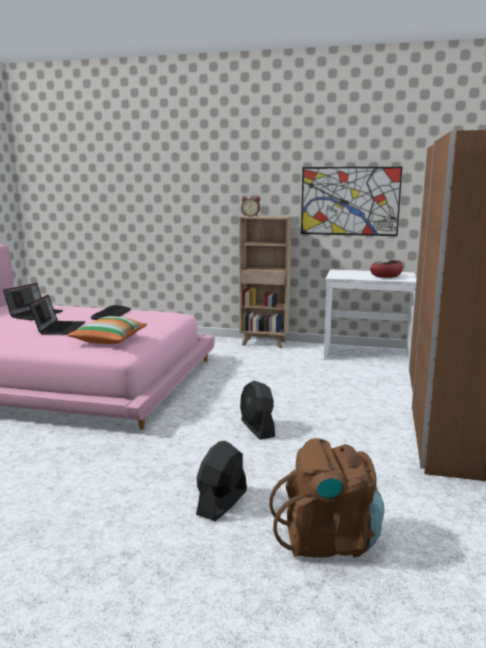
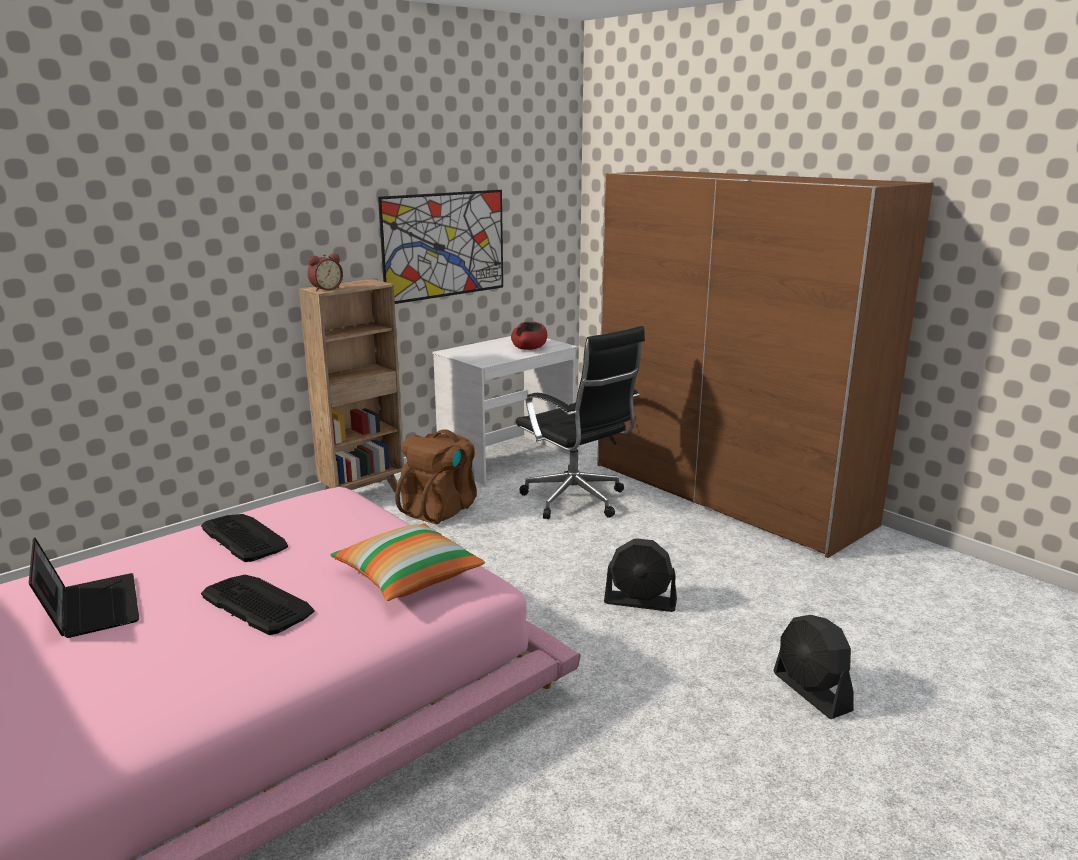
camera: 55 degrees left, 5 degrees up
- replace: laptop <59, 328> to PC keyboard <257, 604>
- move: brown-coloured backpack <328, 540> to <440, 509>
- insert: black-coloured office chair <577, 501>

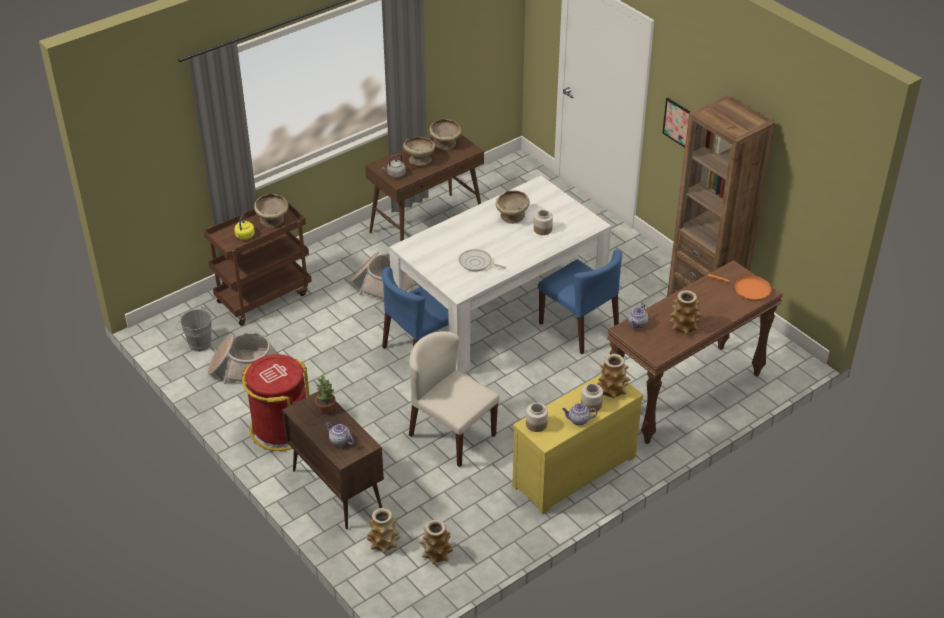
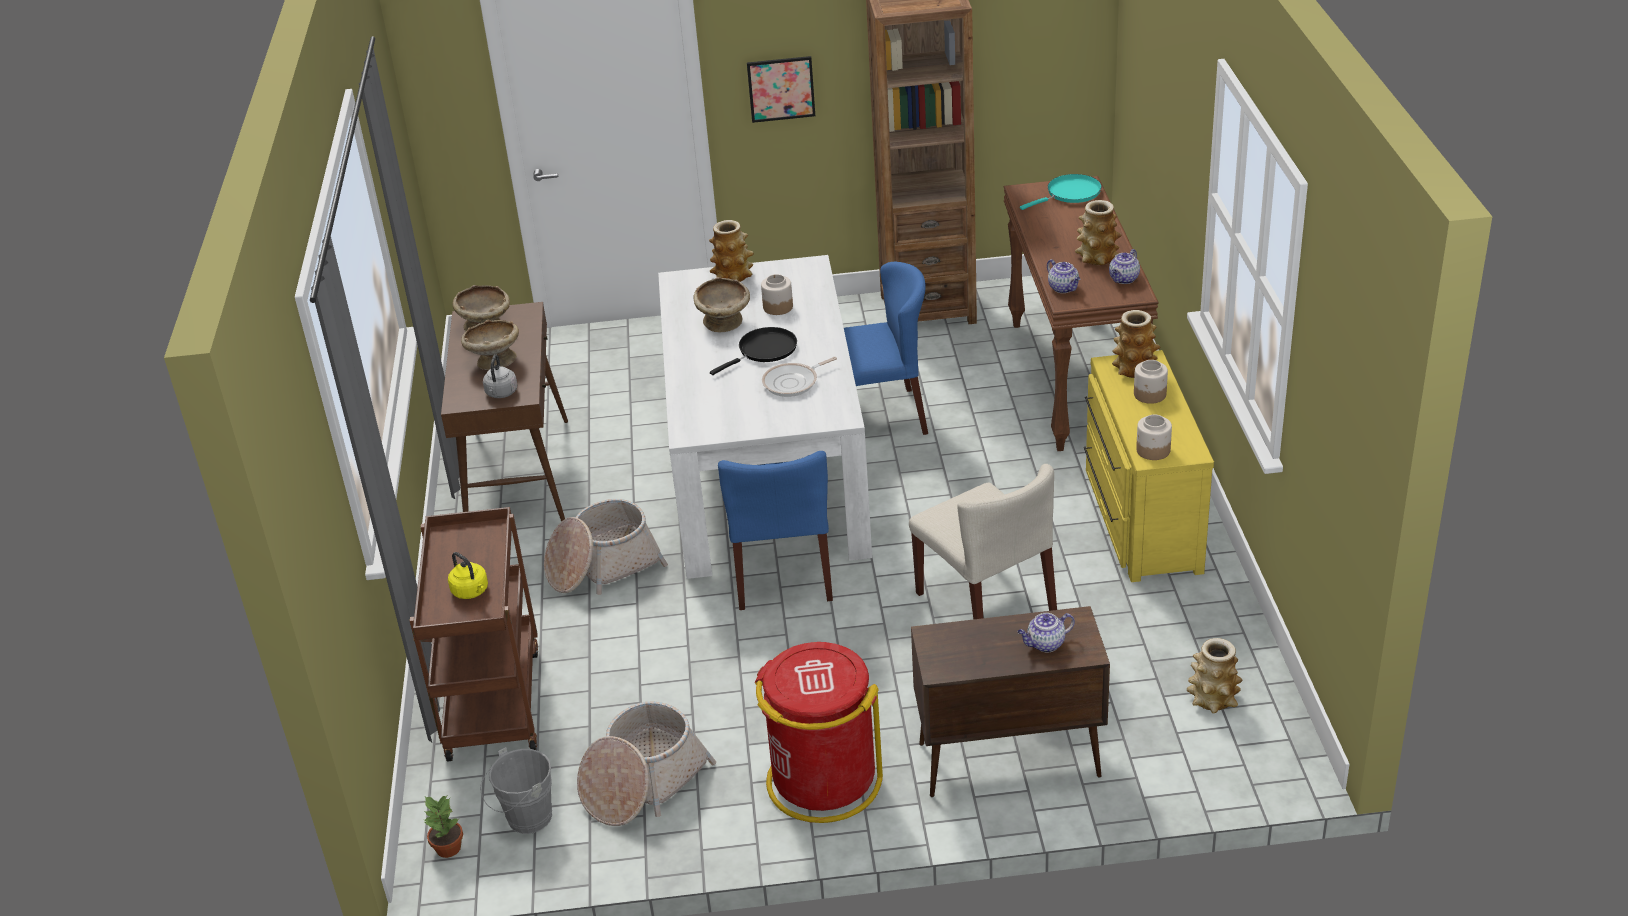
camera: 55 degrees left, 5 degrees down
- delete: beige-coloured bowl <273, 221>
- move: plant in a pot <326, 407> to <447, 848>
- move: vase <384, 543> to <733, 276>
- rotate: beige-coloured upright chair <451, 435> = <986, 604> 105 degrees counterclockwise
- move: teapot <578, 420> to <1124, 279>
- recolor: orange-coloured frying pan <748, 289> to turquoise-coloured frying pan <1070, 194>
- insert: black-coloured frying pan <764, 351>

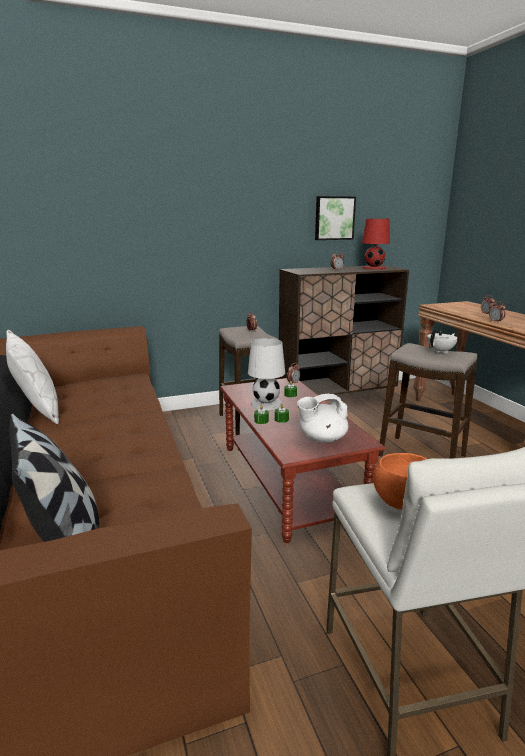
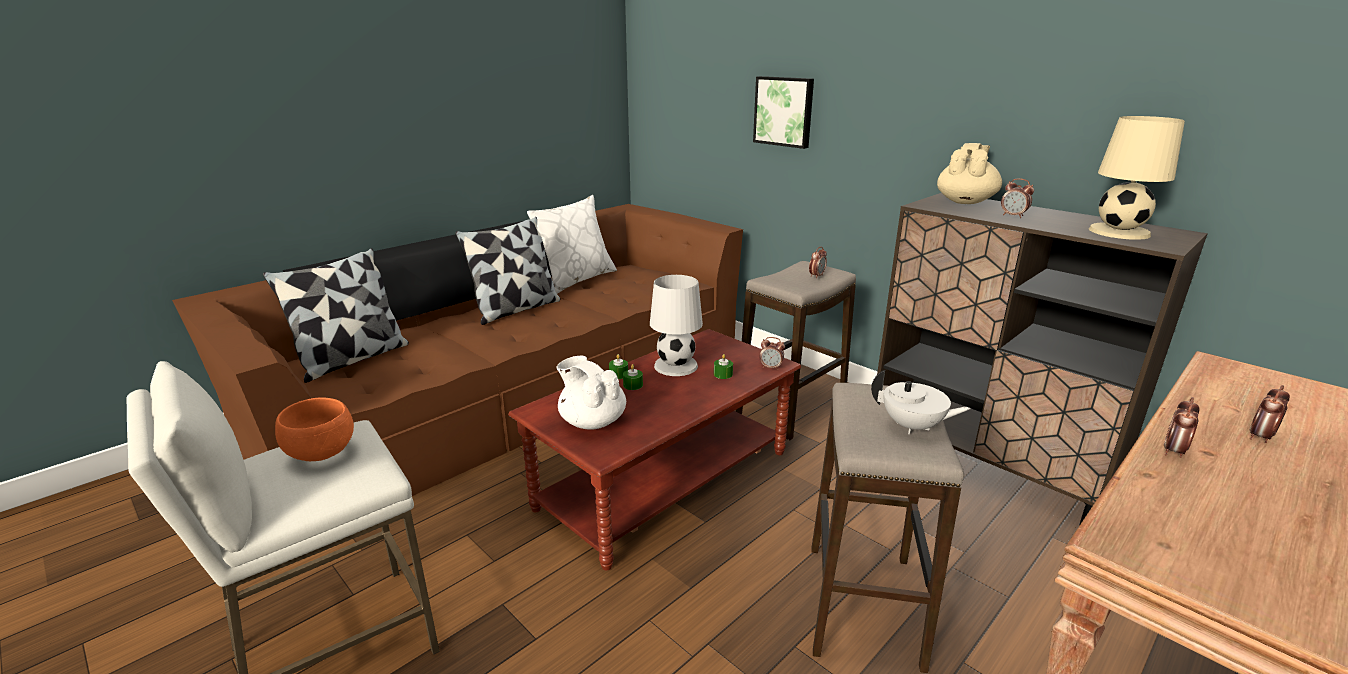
camera: 65 degrees right, 5 degrees up
- move: wall picture <334, 218> to <784, 111>
- recolor: red lamp for a table <373, 268> to beige-coloured lamp for a table <1118, 232>
- insert: pillow <516, 309>
- insert: beige-coloured teapot <965, 202>

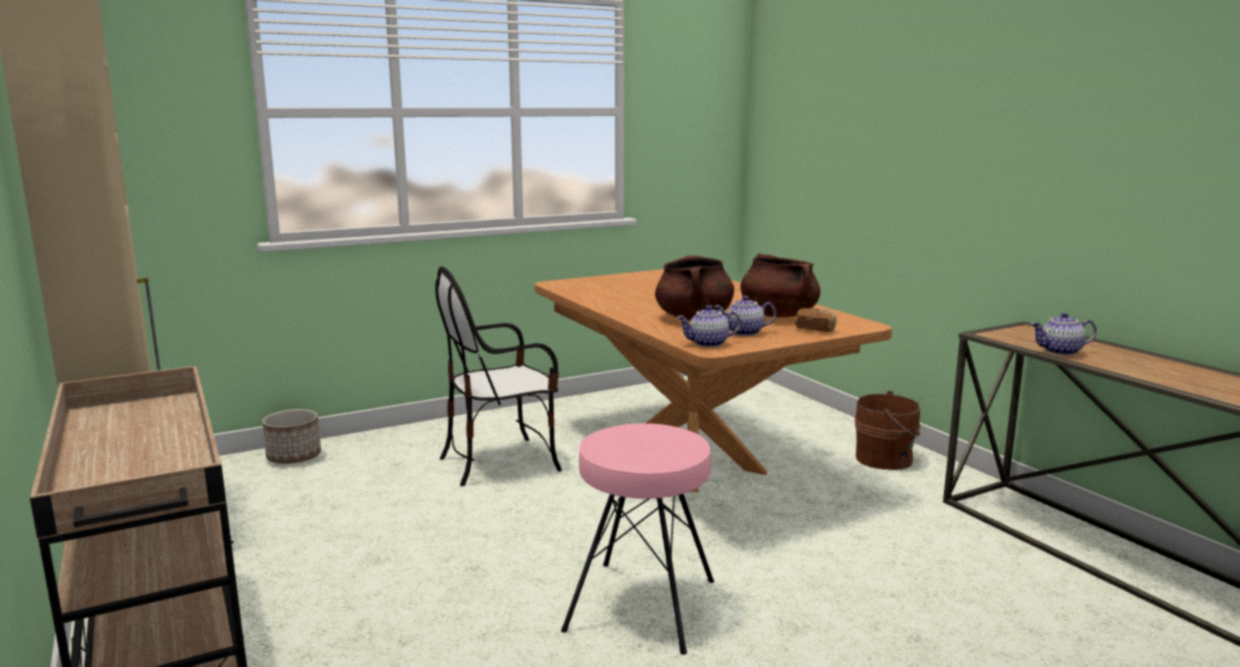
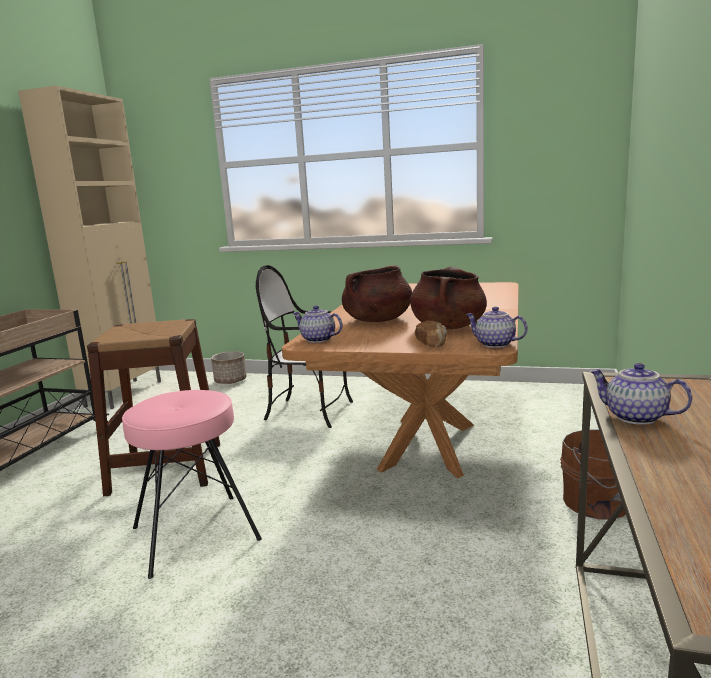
camera: 45 degrees right, 0 degrees up
- move: teapot <744, 333> to <494, 344>
- insert: brown-coloured sitting stool <166, 467>

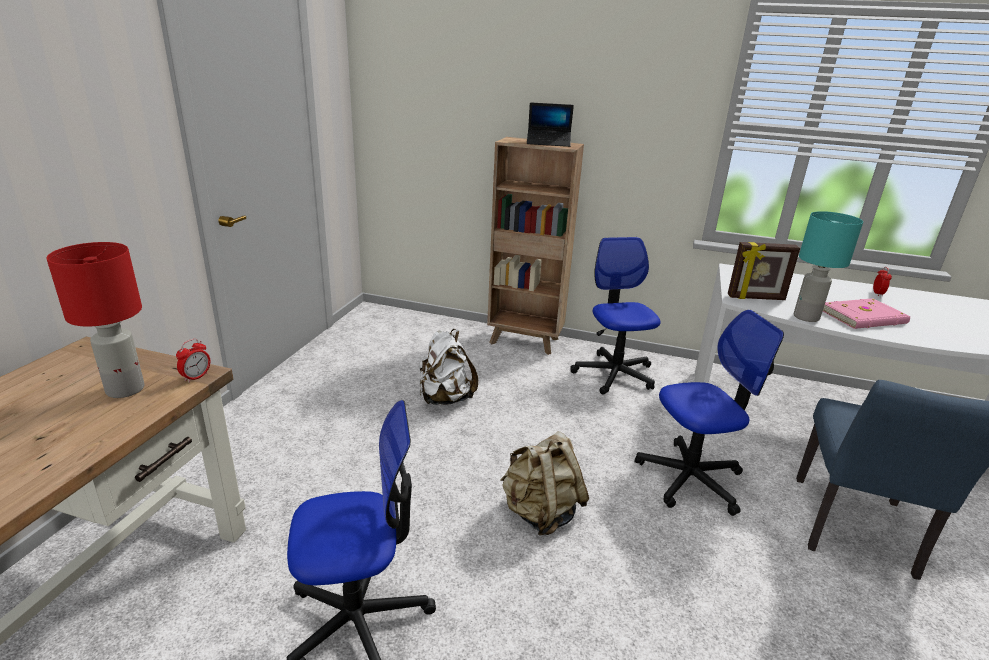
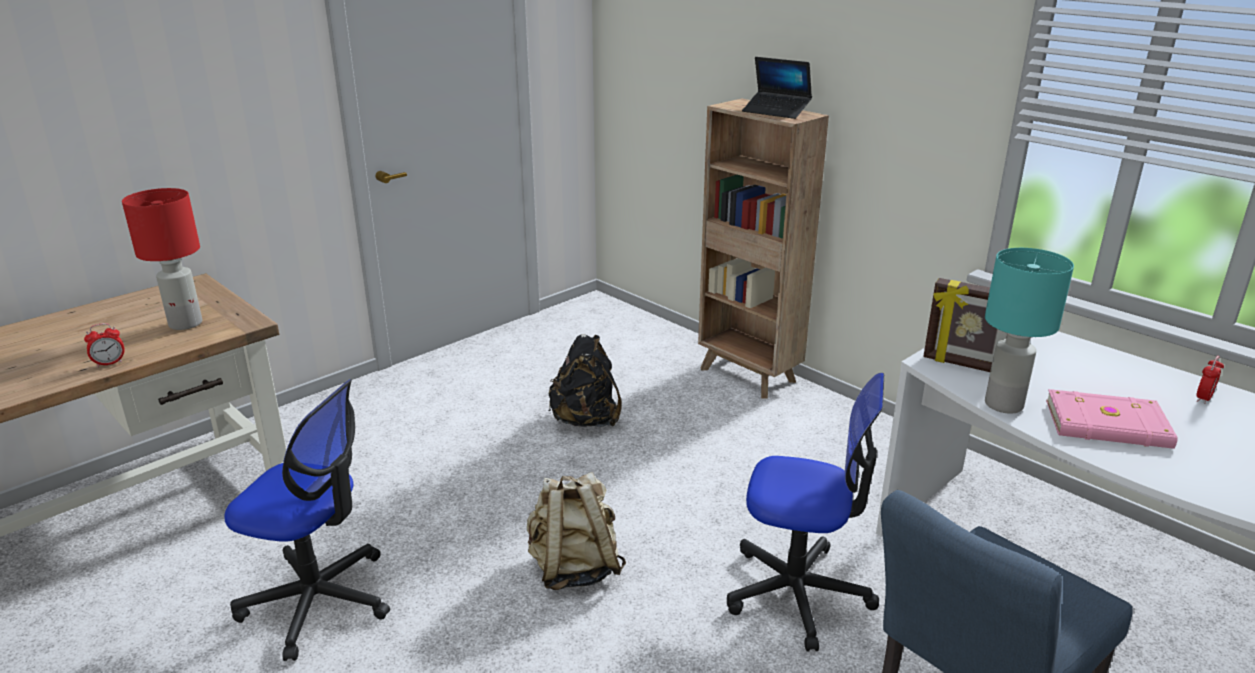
camera: 30 degrees right, 0 degrees up
- move: table clock <196, 377> to <109, 363>
- recolor: white-coloured backpack <445, 398> to black-coloured backpack <586, 420>
- delete: office chair <614, 374>

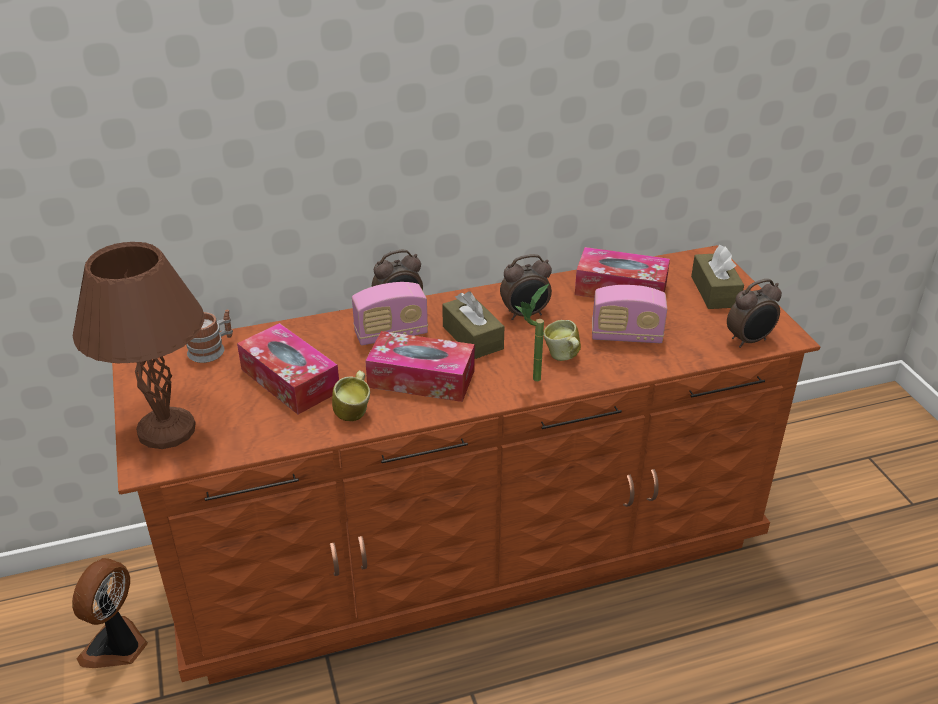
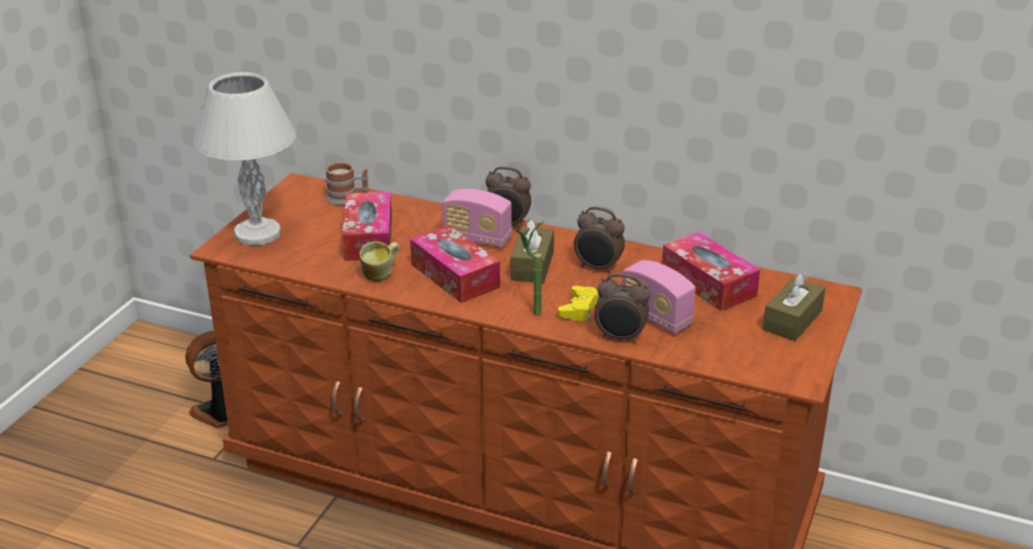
camera: 40 degrees right, 5 degrees down
- recolor: brown-coloured lamp for a table <164, 430> to white-coloured lamp for a table <256, 233>
- replace: tea mug <562, 358> to yellow joypad <579, 309>
- move: table clock <749, 341> to <620, 338>

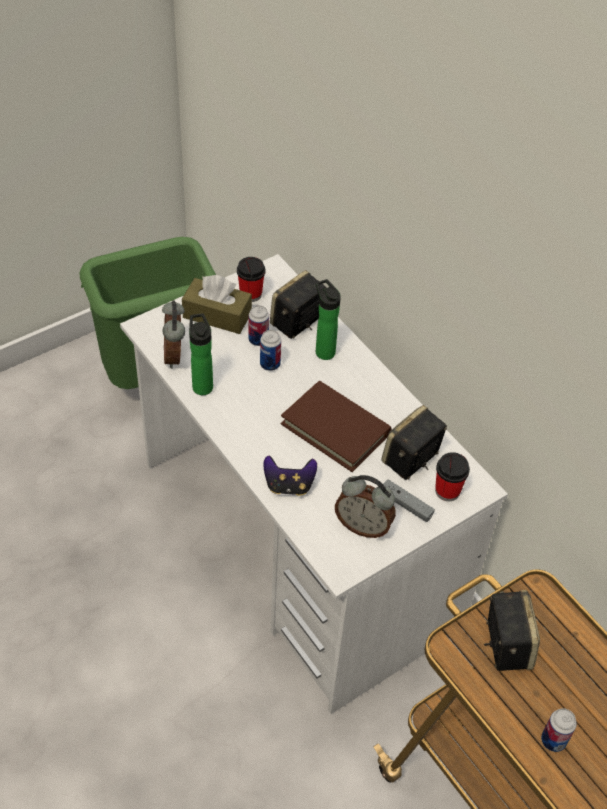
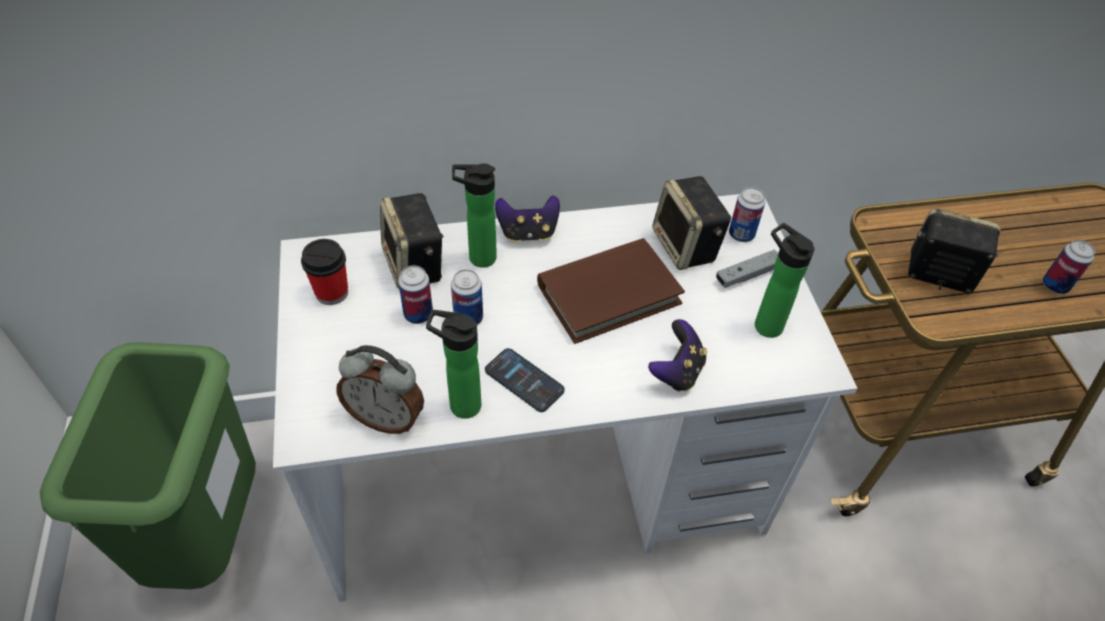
camera: 65 degrees left, 0 degrees up
- delete: brown-coloured box of tissues <217, 315>
- replace: table clock <363, 526> to drink bottle <764, 324>
- replace: drinking cup <447, 491> to can <741, 234>
- insert: telephone <524, 380>
- insert: joypad <528, 233>

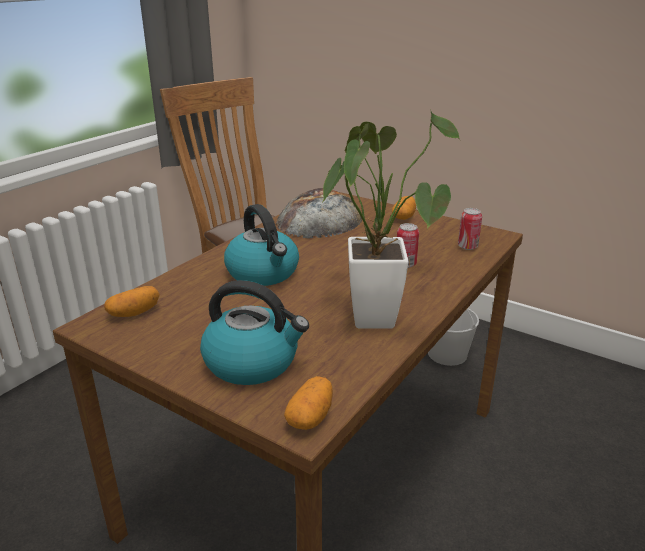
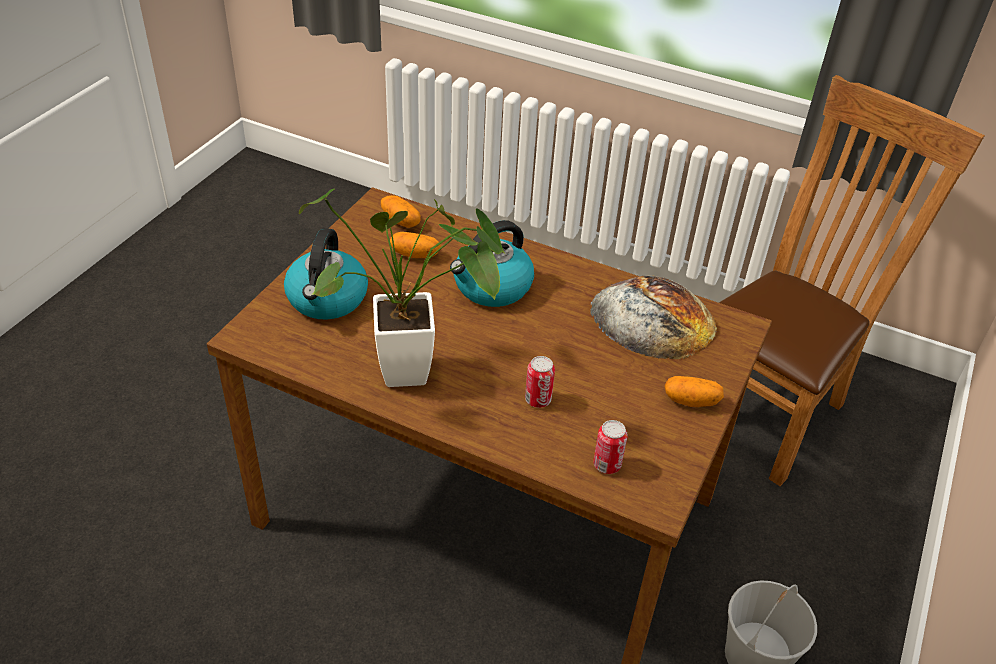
camera: 80 degrees right, 15 degrees up
- move: whole potato <310, 417> to <415, 254>

